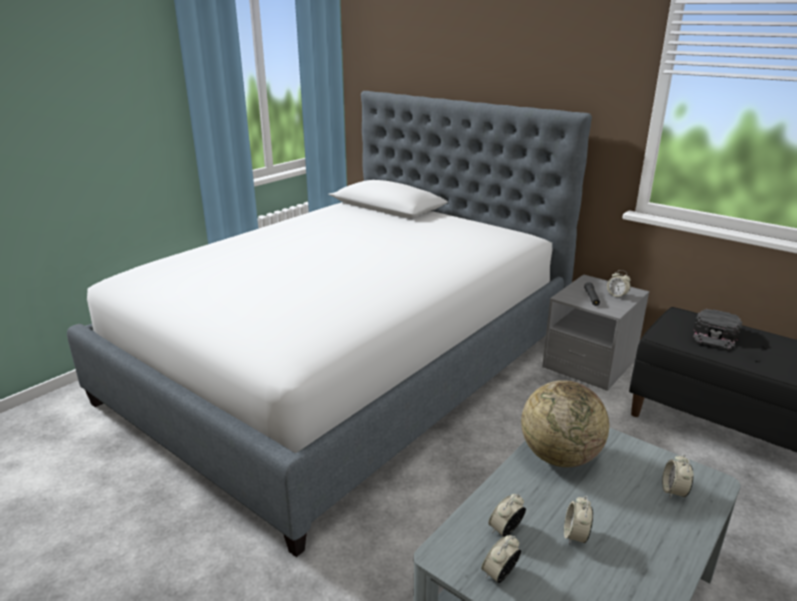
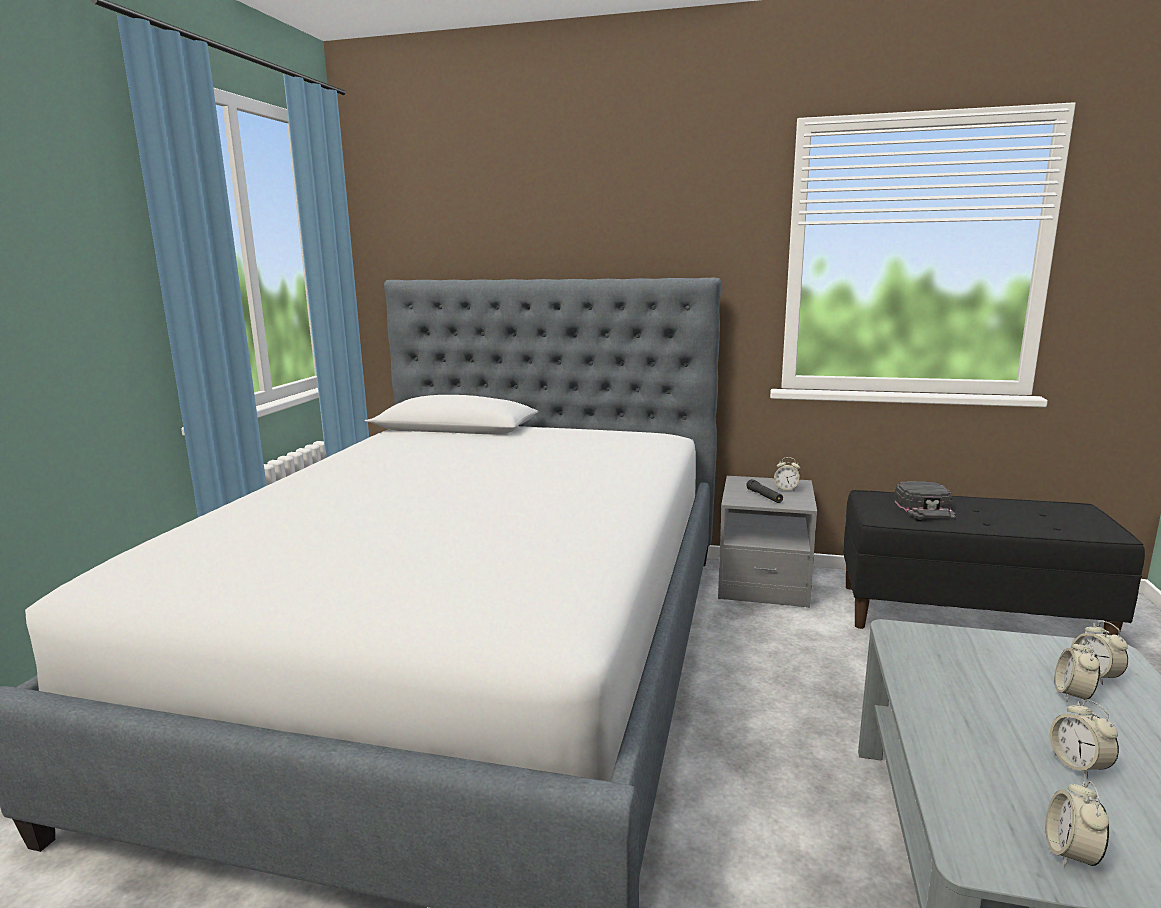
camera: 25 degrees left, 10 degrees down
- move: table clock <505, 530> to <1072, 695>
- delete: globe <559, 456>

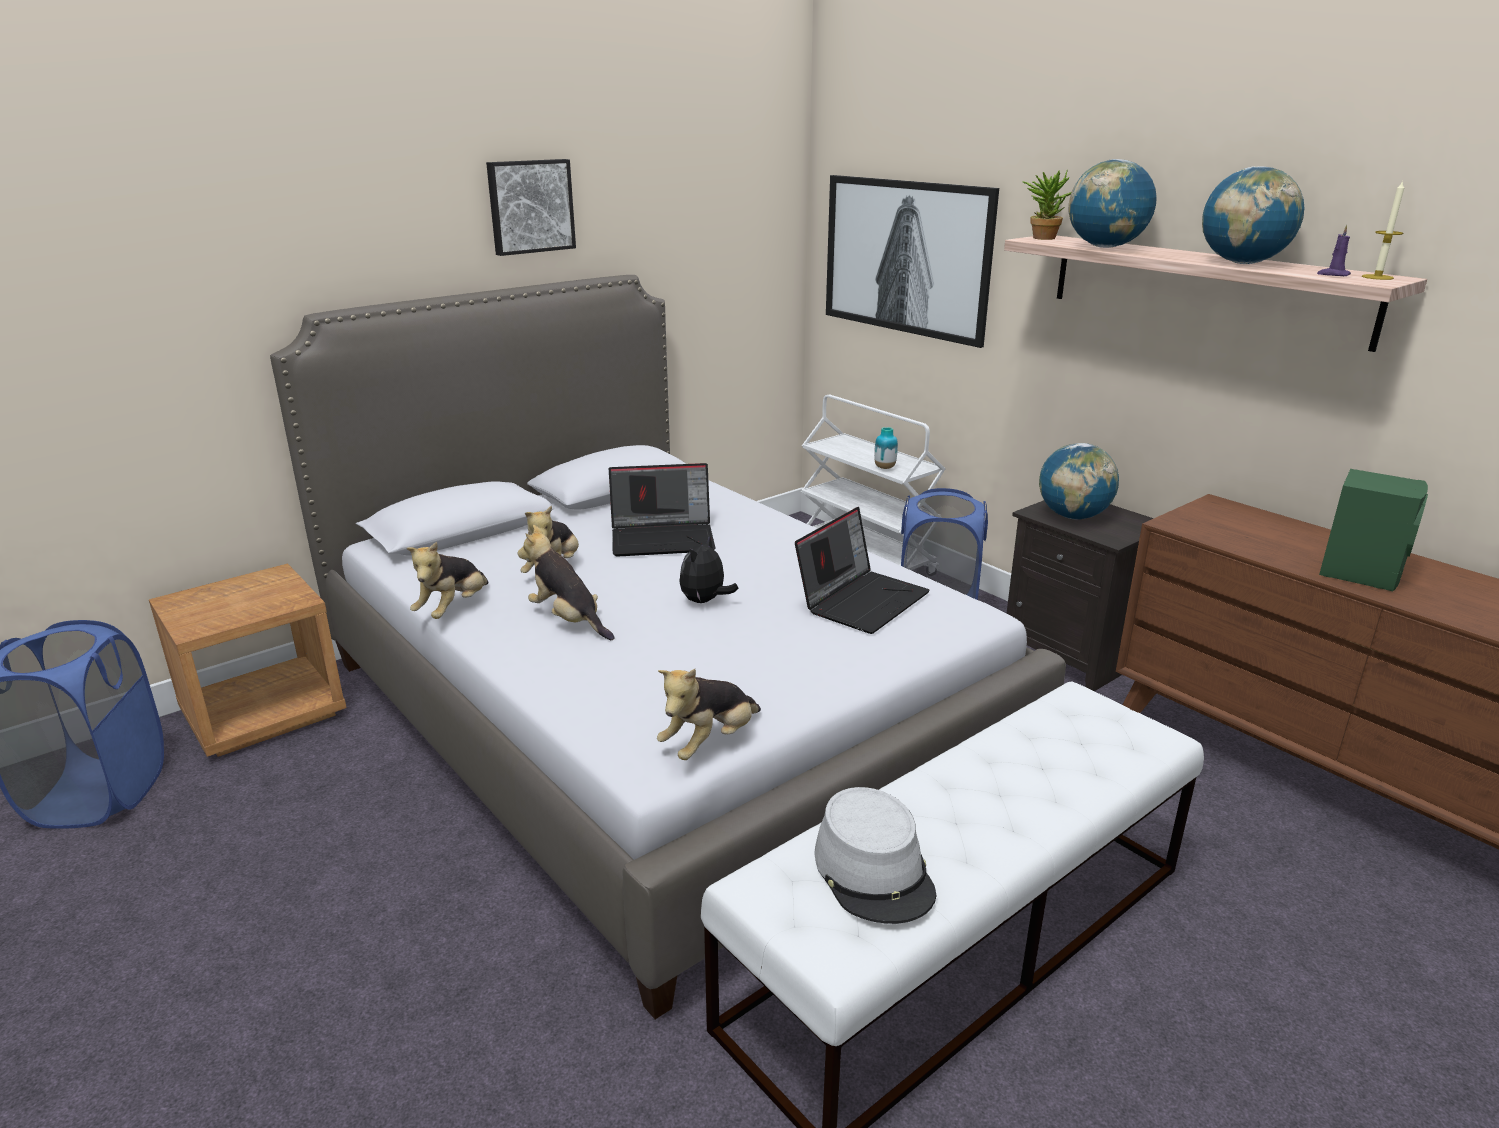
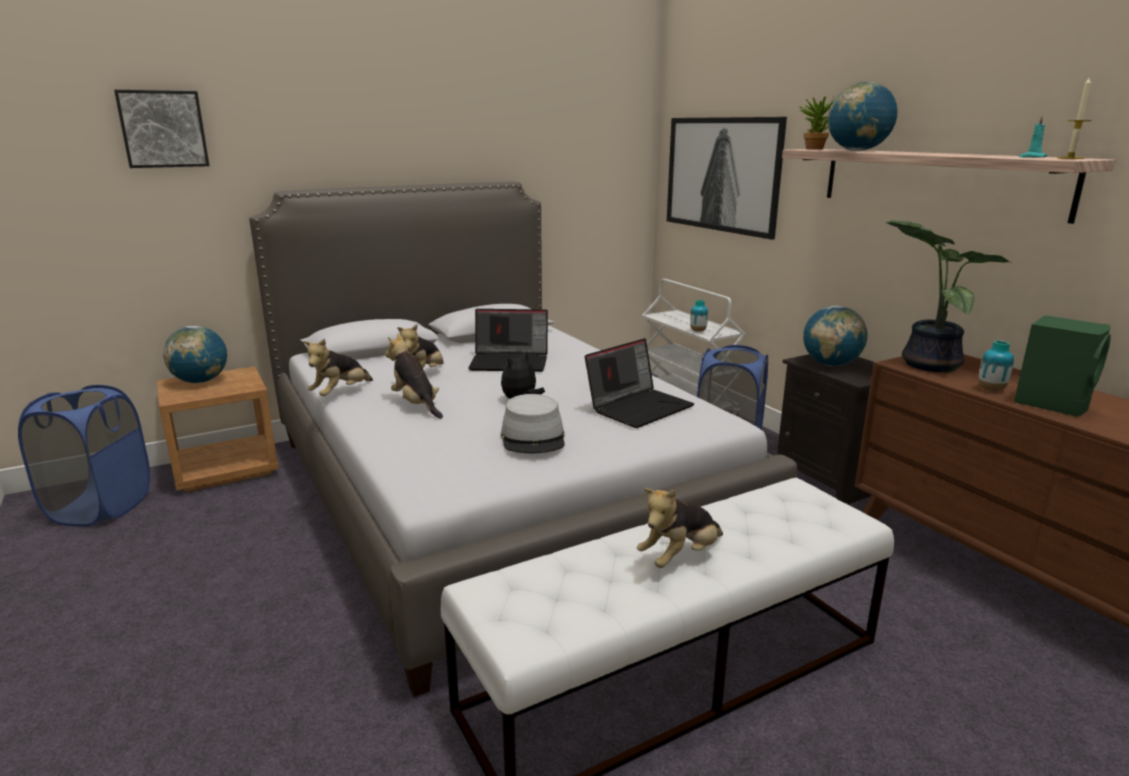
camera: 10 degrees right, 5 degrees down
- move: wall picture <530, 206> to <163, 129>
- move: plush toy <710, 743> to <680, 557>
- move: grey clothing hat <874, 871> to <533, 437>
- move: globe <1242, 263> to <200, 381>
- recolor: purple wax candle <1333, 275> to turquoise-coloured wax candle <1031, 157>
- insert: plant in a pot <927, 364>
- insert: vase <991, 389>

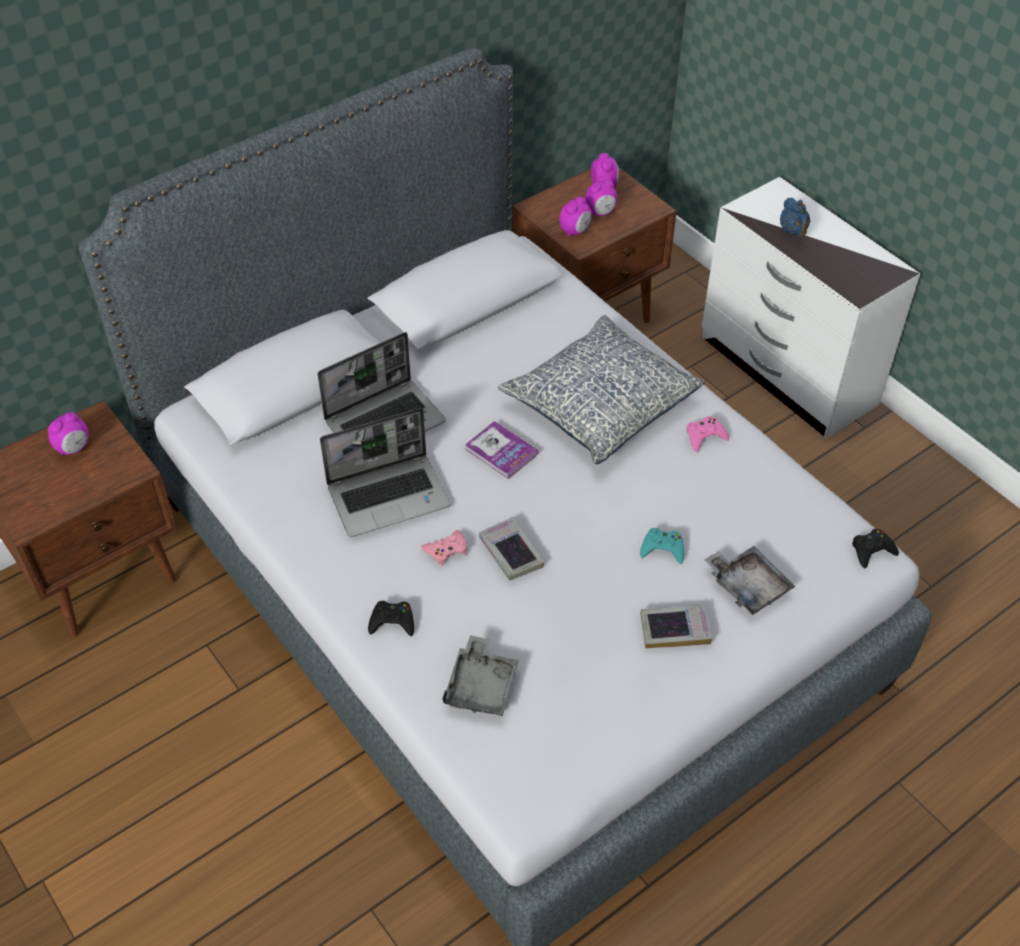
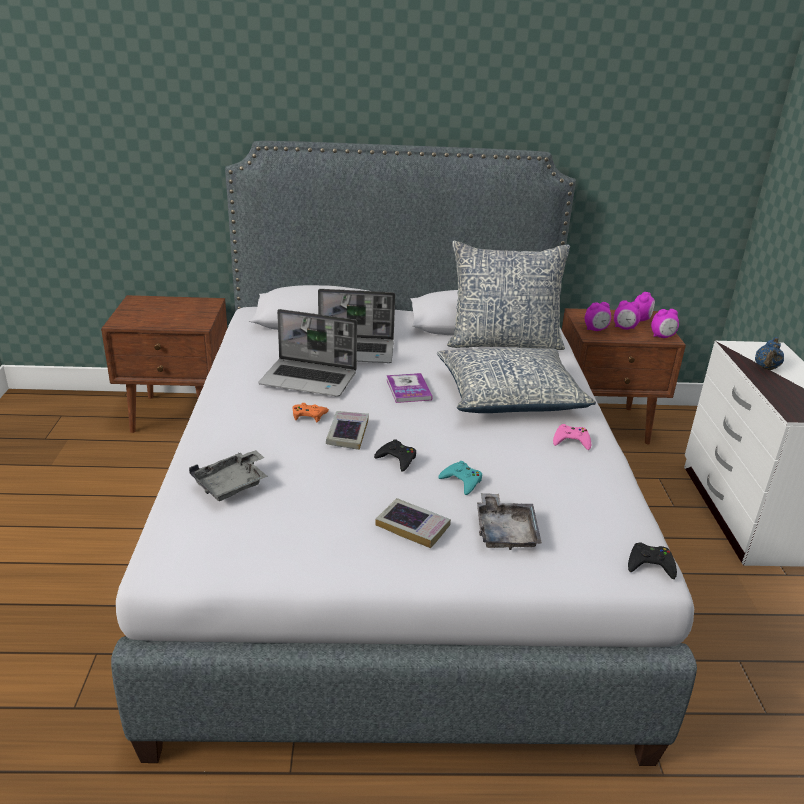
camera: 35 degrees right, 20 degrees down
- move: table clock <74, 448> to <662, 337>
- move: black-coloured joypad <392, 621> to <397, 459>
- recolor: pink joypad <446, 550> to orange-coloured joypad <309, 415>
- insert: pillow <503, 342>

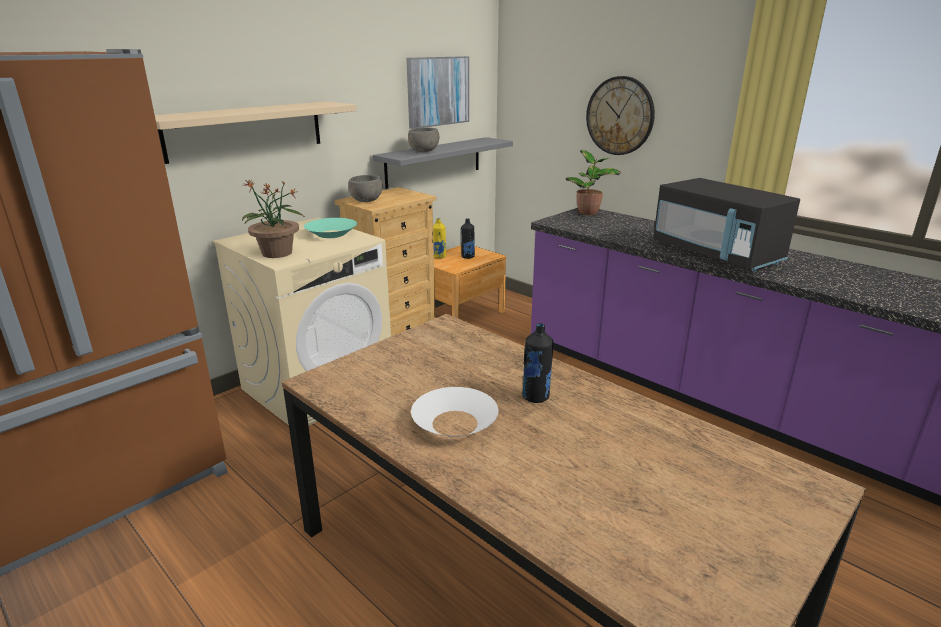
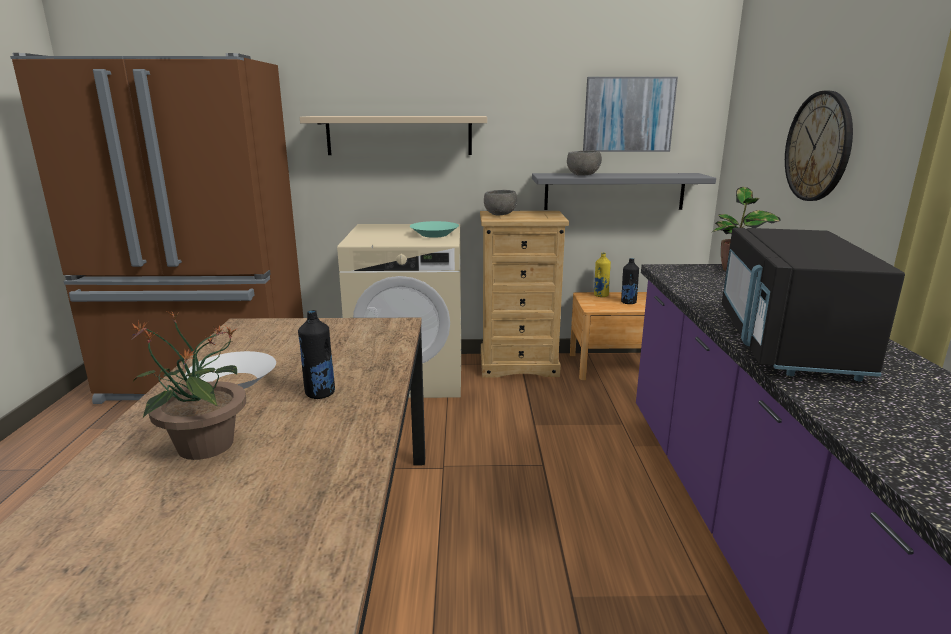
camera: 45 degrees right, 5 degrees down
- move: plant in a pot <277, 253> to <204, 446>

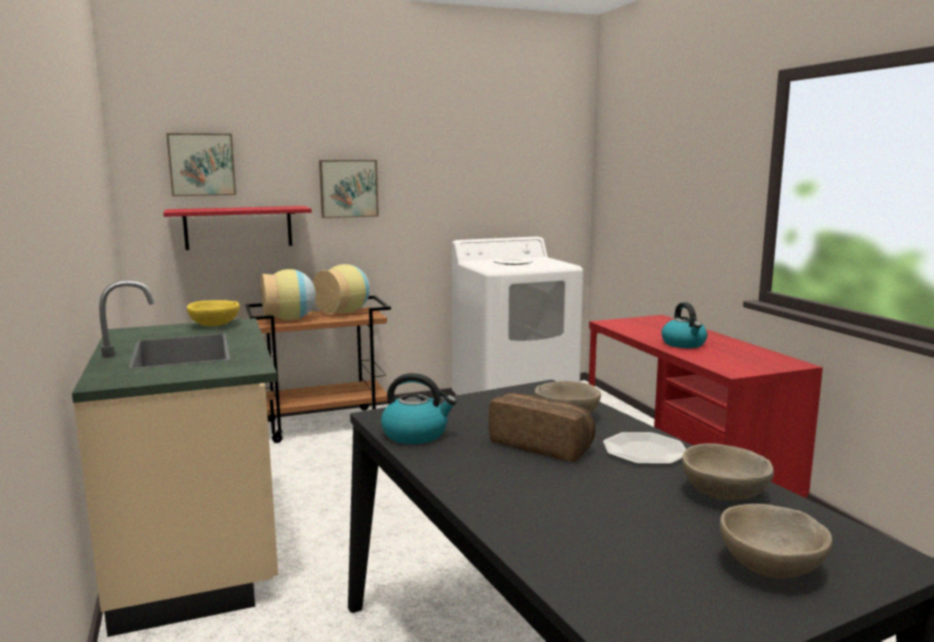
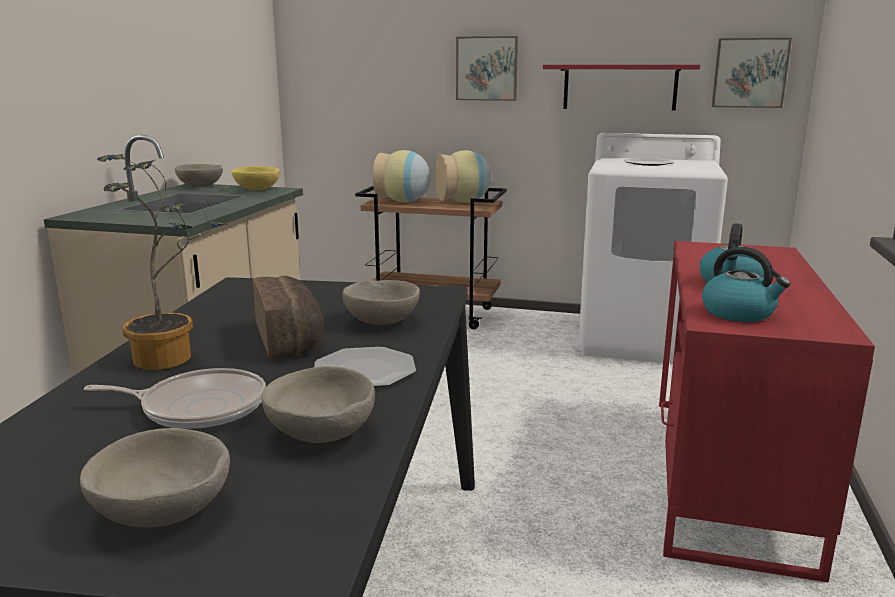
camera: 35 degrees right, 5 degrees up
- move: red bracket shelf <238, 227> to <620, 87>
- move: wall picture <202, 164> to <749, 73>
- move: water kettle <416, 434> to <739, 313>
- insert: frying pan <198, 407>
- insert: plant in a pot <172, 359>
- insert: beige-coloured bowl <200, 186>

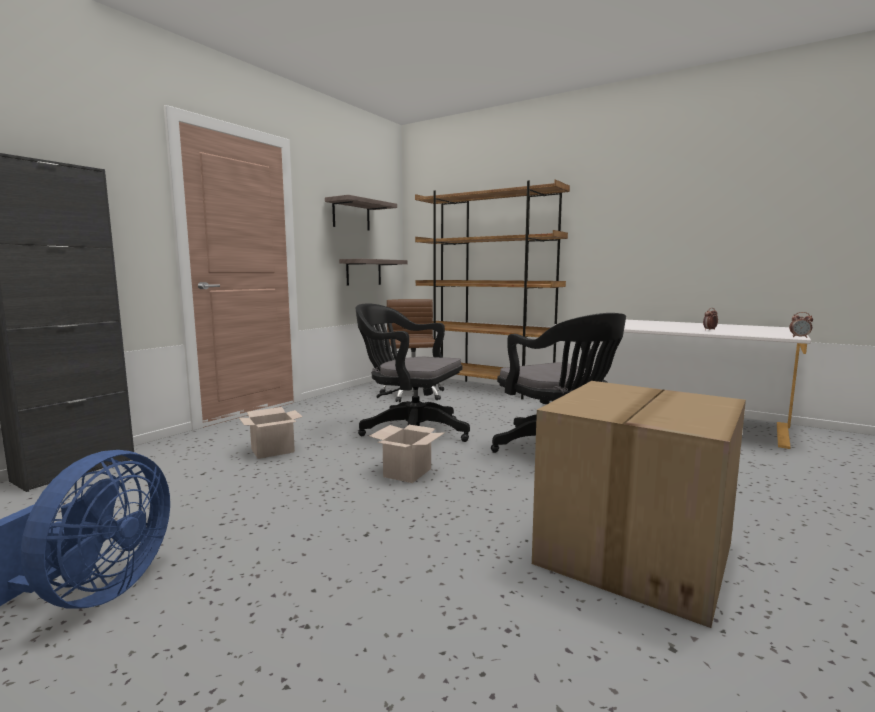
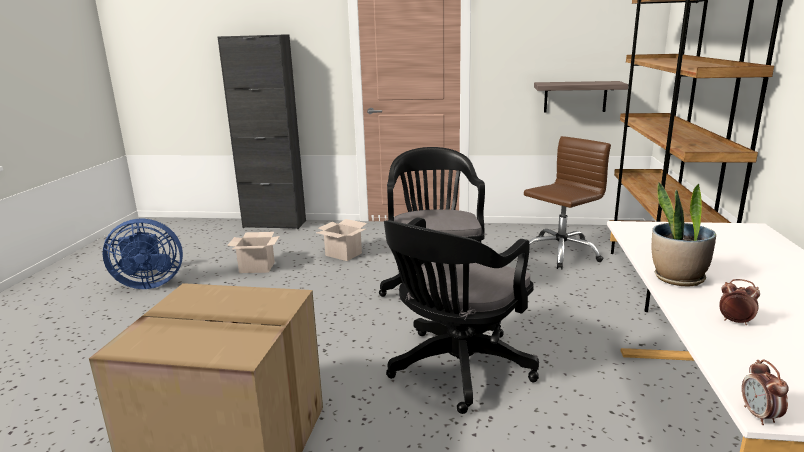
camera: 65 degrees right, 10 degrees up
- delete: bracket shelf <351, 215>
- move: cardboard box <407, 472> to <258, 267>
- insert: plant in a pot <677, 278>

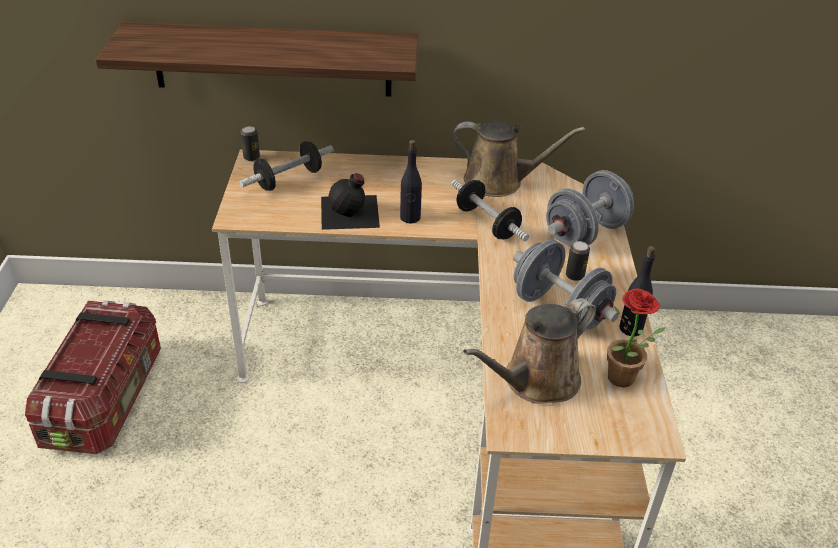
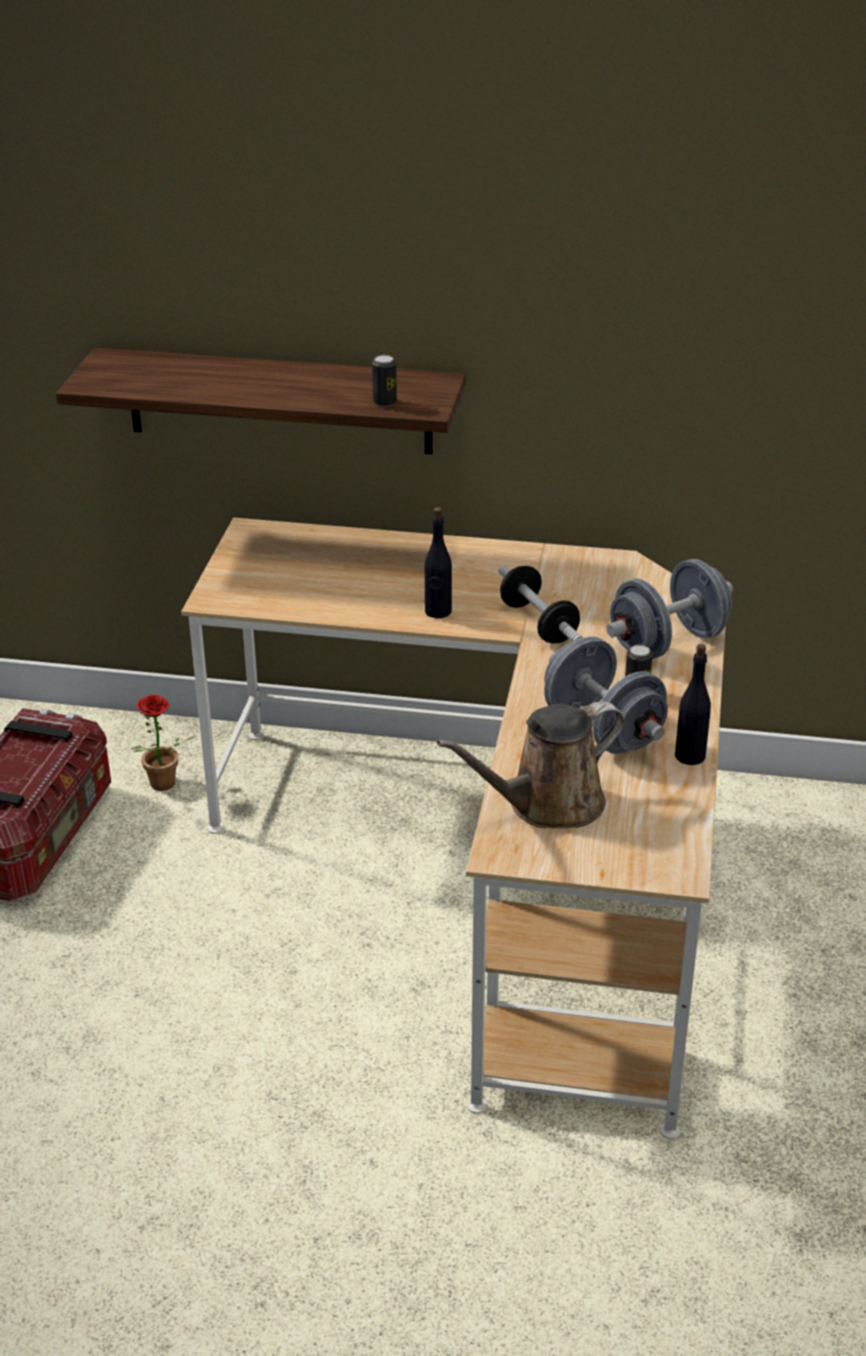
camera: 10 degrees right, 5 degrees down
- delete: dumbbell <288, 179>
- move: can <251, 157> to <384, 402>
- delete: black-coloured drink bottle <350, 212>
- delete: brown-coloured sprinkling can <499, 181>
- move: plant in a pot <622, 382> to <162, 786>

